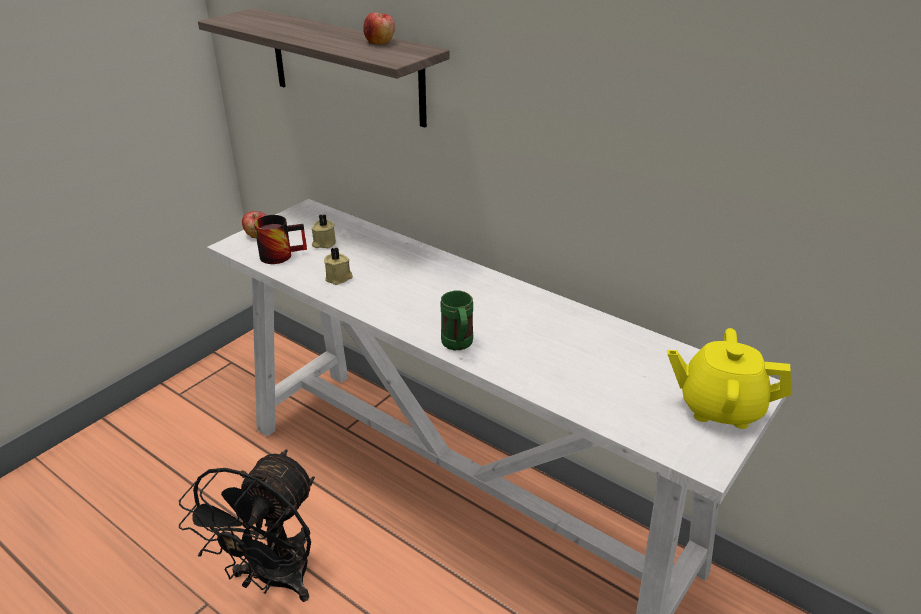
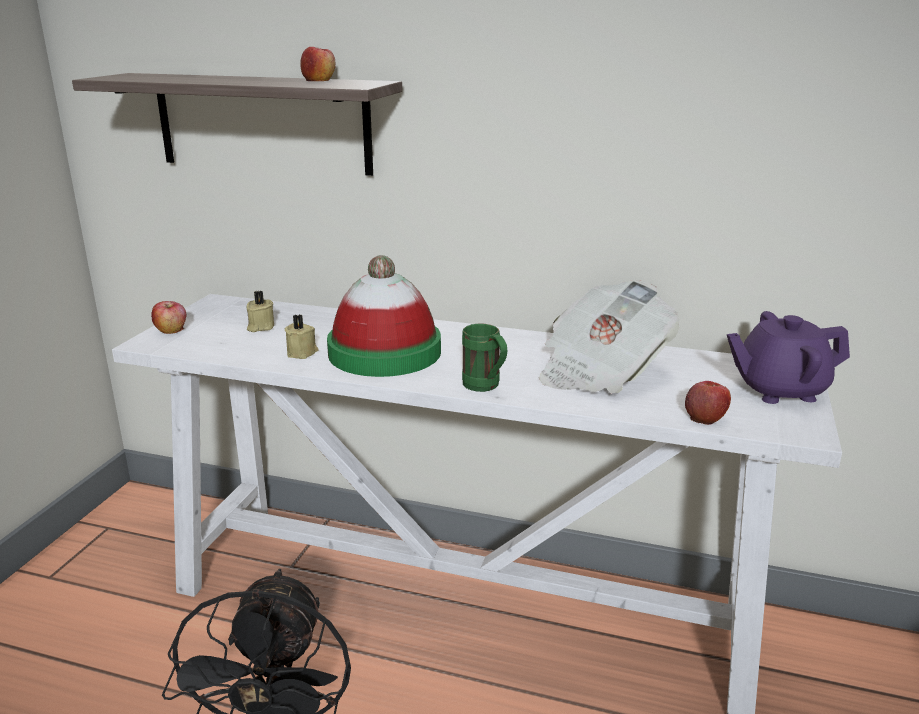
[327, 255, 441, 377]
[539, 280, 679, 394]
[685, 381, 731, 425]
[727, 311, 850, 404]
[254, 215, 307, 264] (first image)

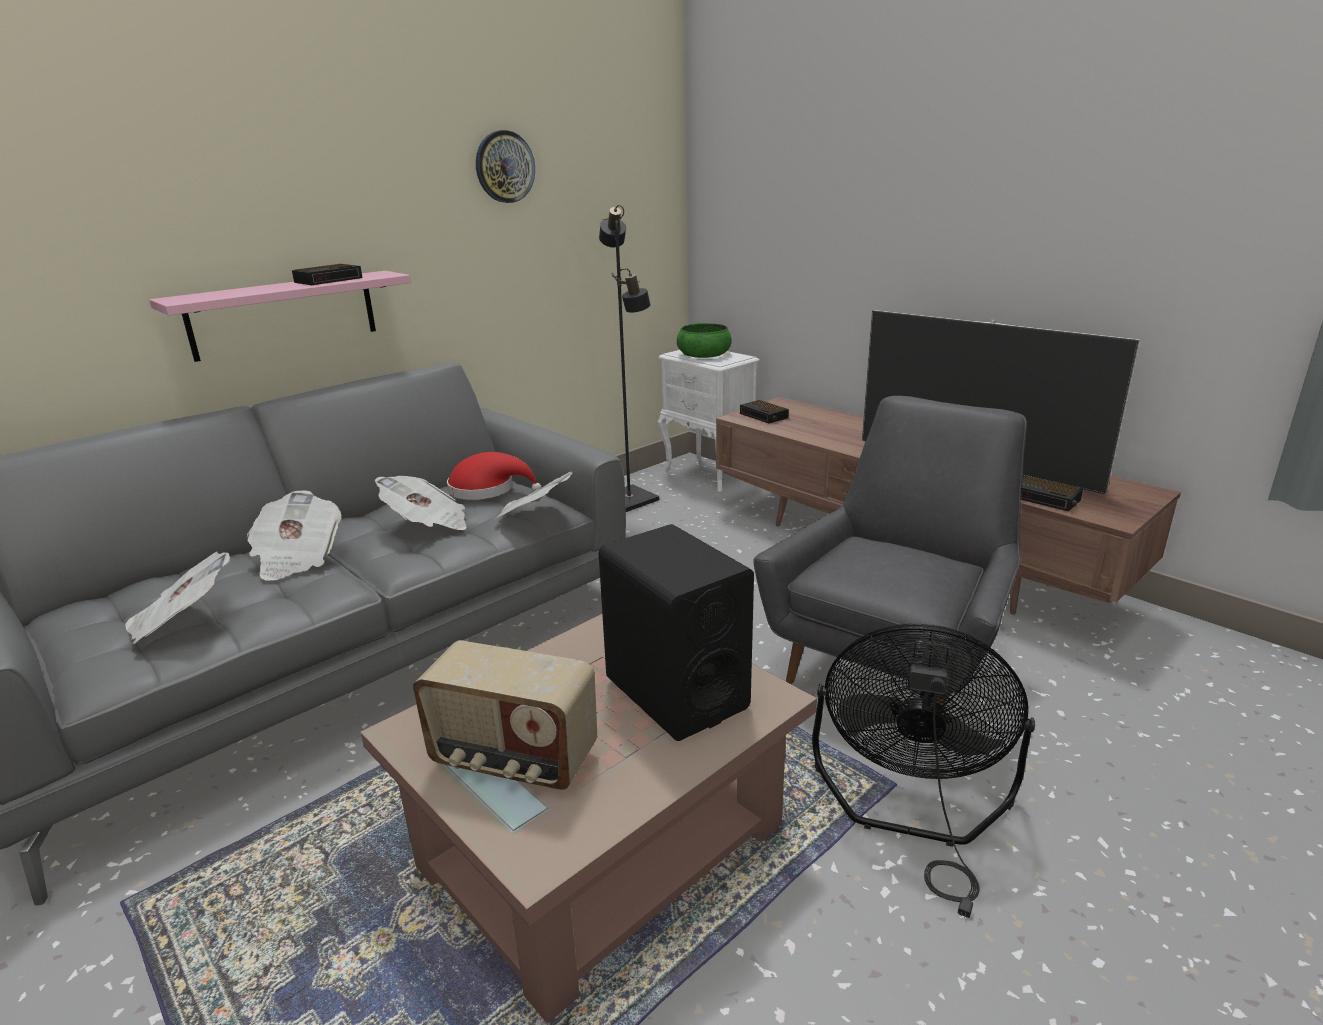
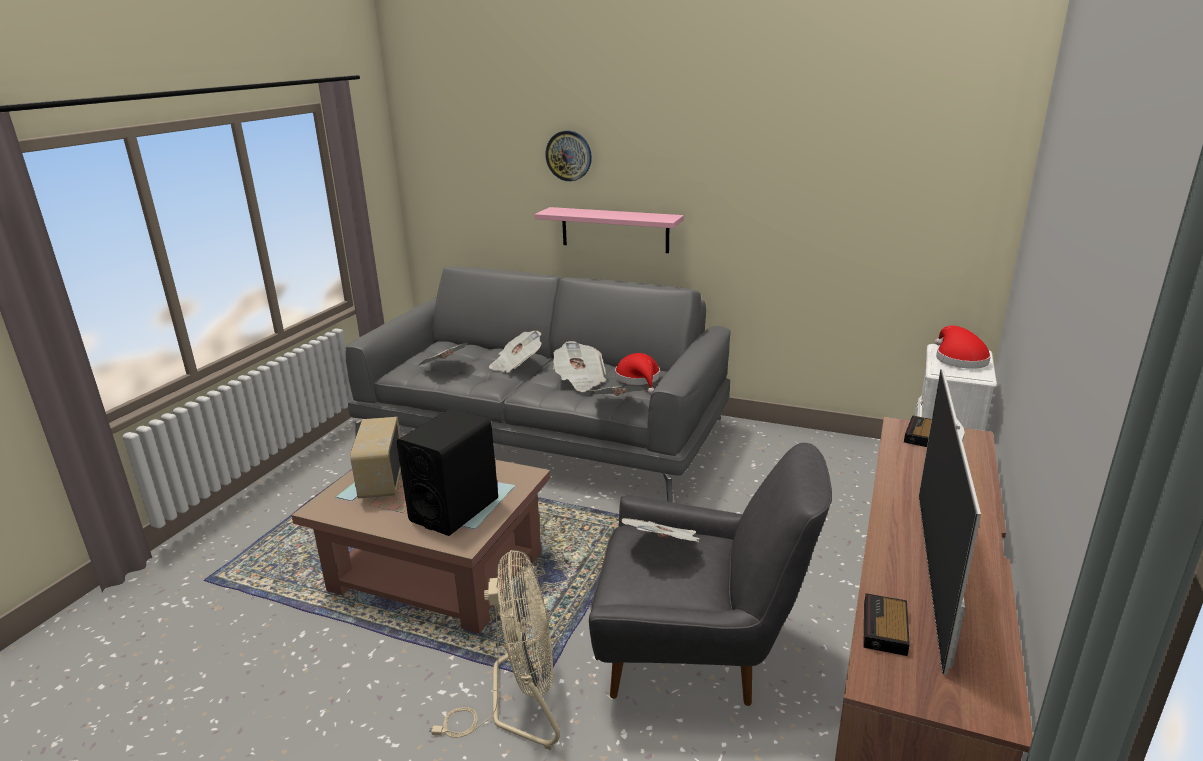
[429, 550, 560, 750]
[545, 131, 592, 181]
[622, 518, 700, 542]
[935, 326, 991, 369]
[292, 264, 362, 285] (first image)
[599, 205, 659, 512] (first image)

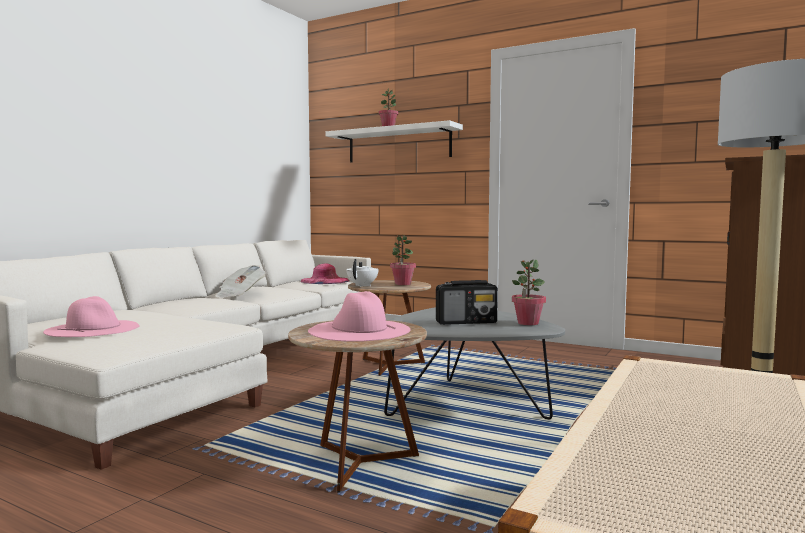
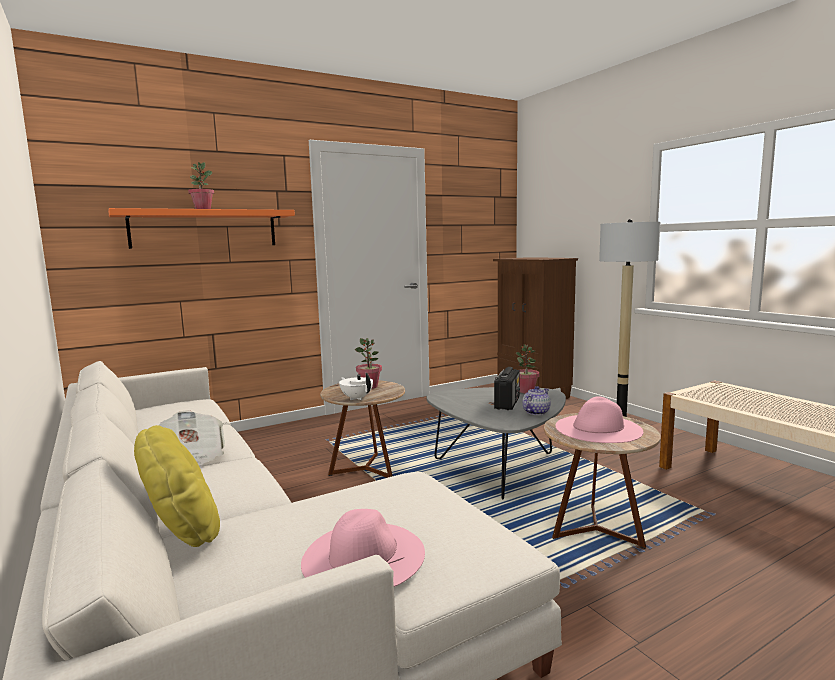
[108, 208, 295, 249]
[134, 425, 220, 547]
[522, 386, 551, 415]
[300, 264, 350, 284] (first image)

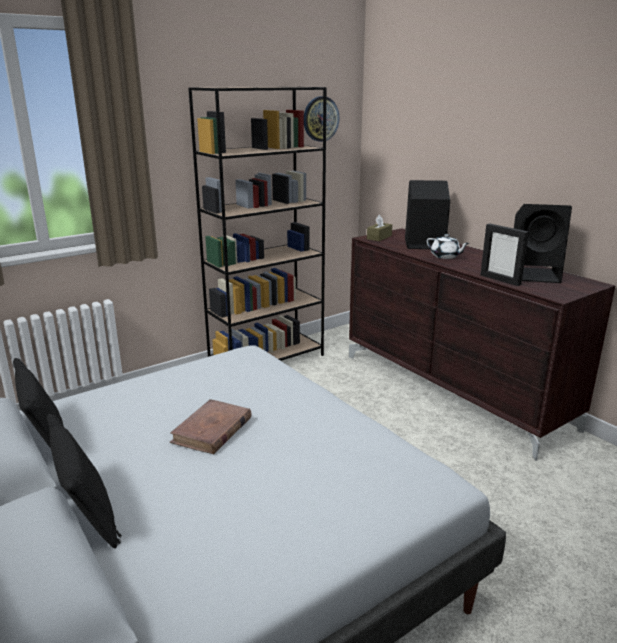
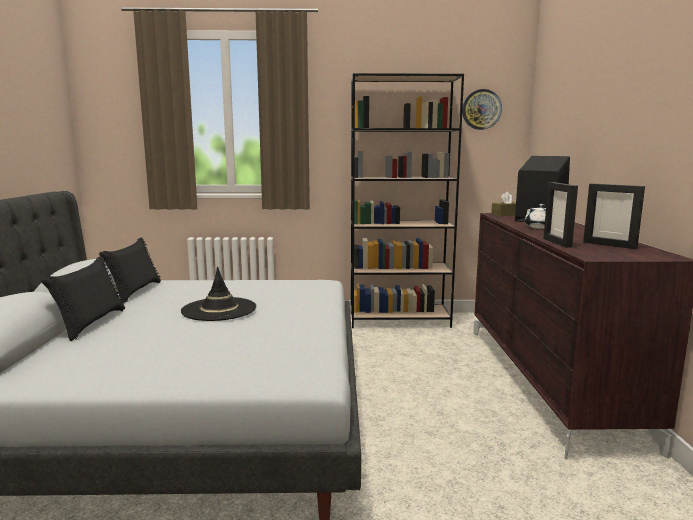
[181, 267, 256, 321]
[583, 183, 645, 249]

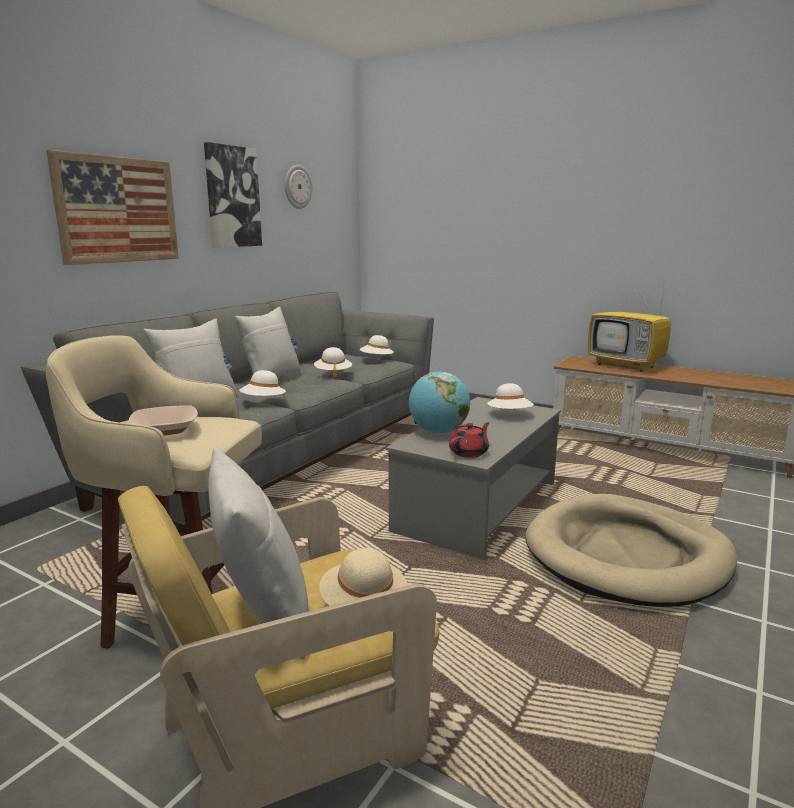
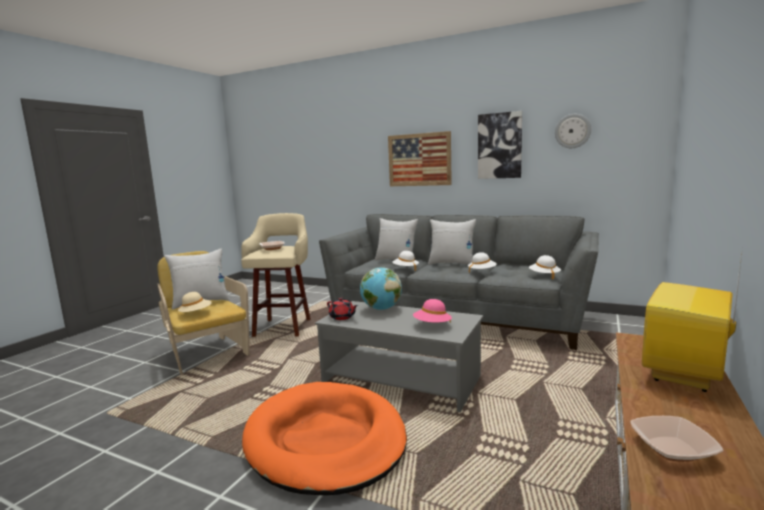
[242, 382, 407, 496]
[413, 299, 452, 323]
[630, 416, 724, 462]

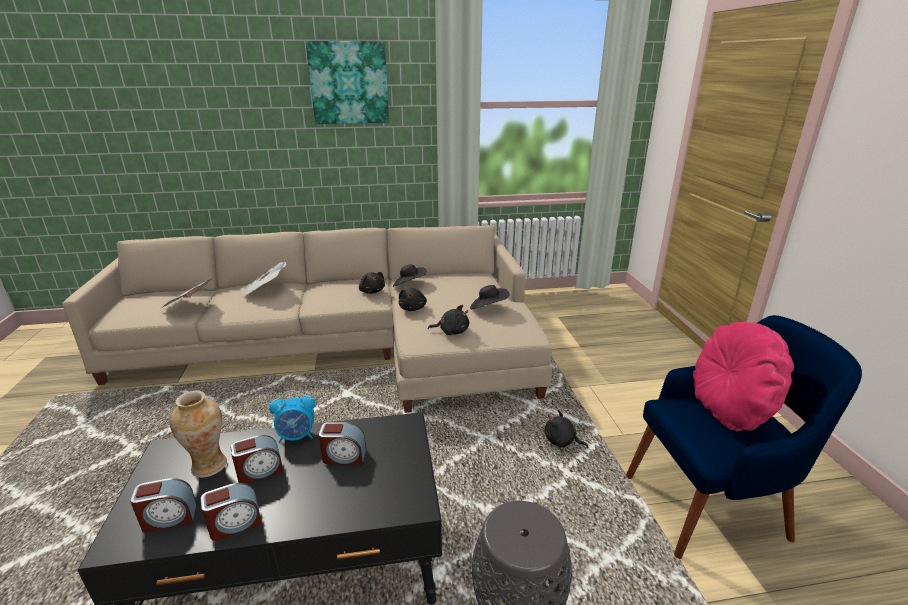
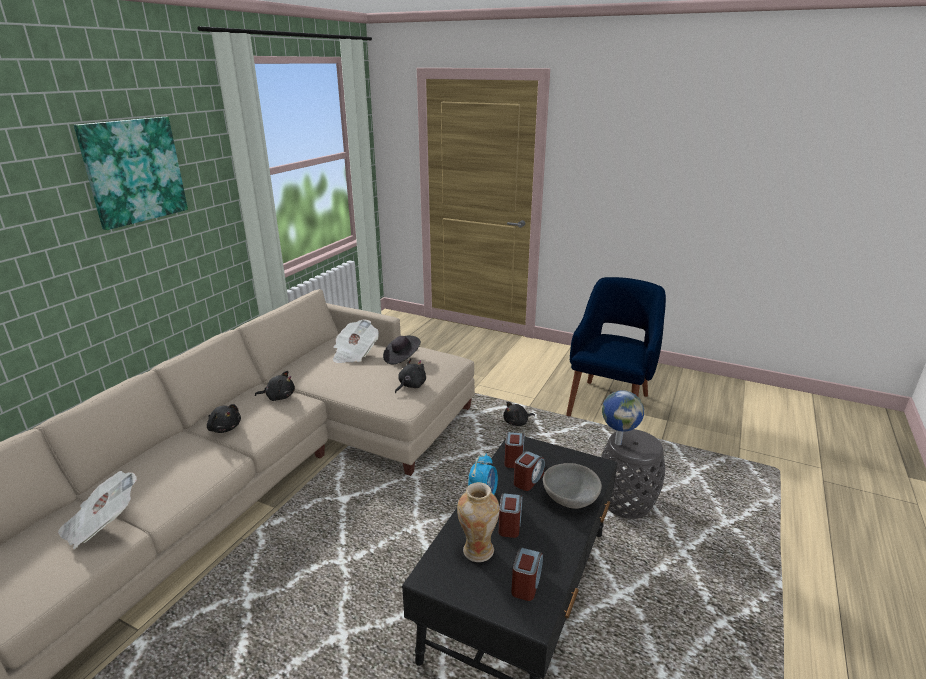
[207, 404, 241, 433]
[333, 319, 379, 363]
[505, 432, 524, 468]
[543, 463, 602, 509]
[602, 390, 644, 445]
[393, 264, 427, 287] (first image)
[693, 322, 794, 431] (first image)

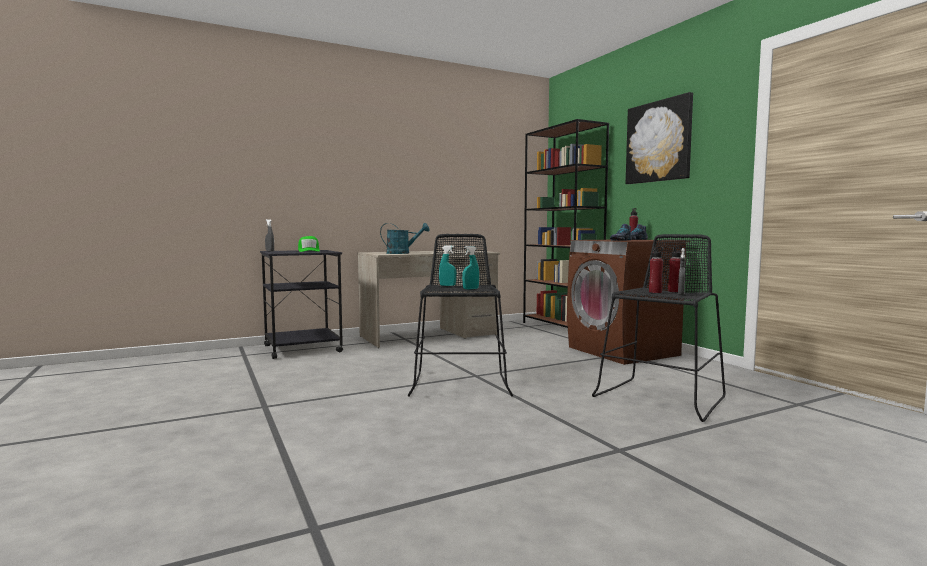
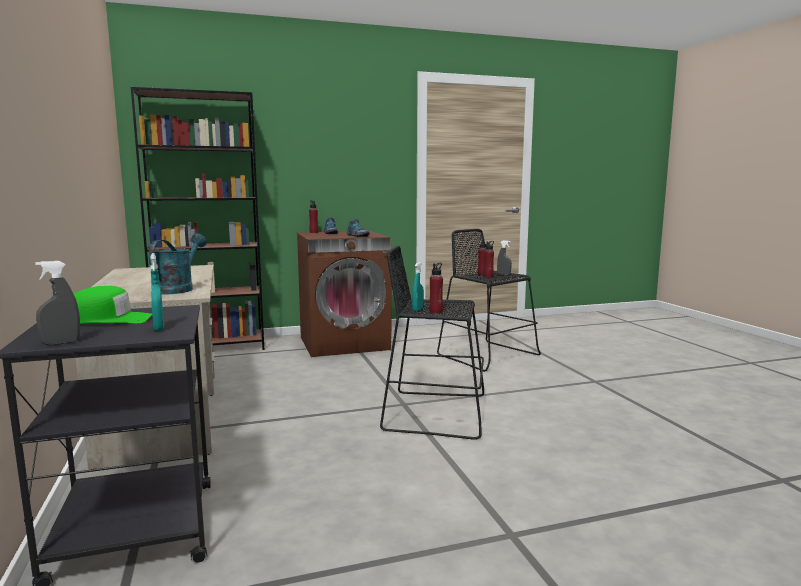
[150, 253, 164, 331]
[429, 263, 443, 314]
[626, 92, 693, 184] (first image)

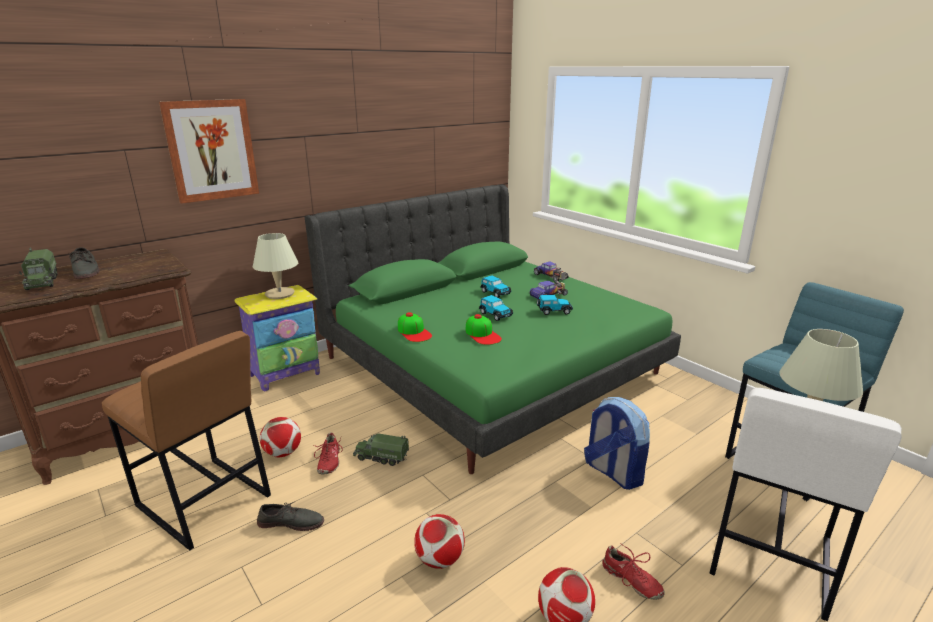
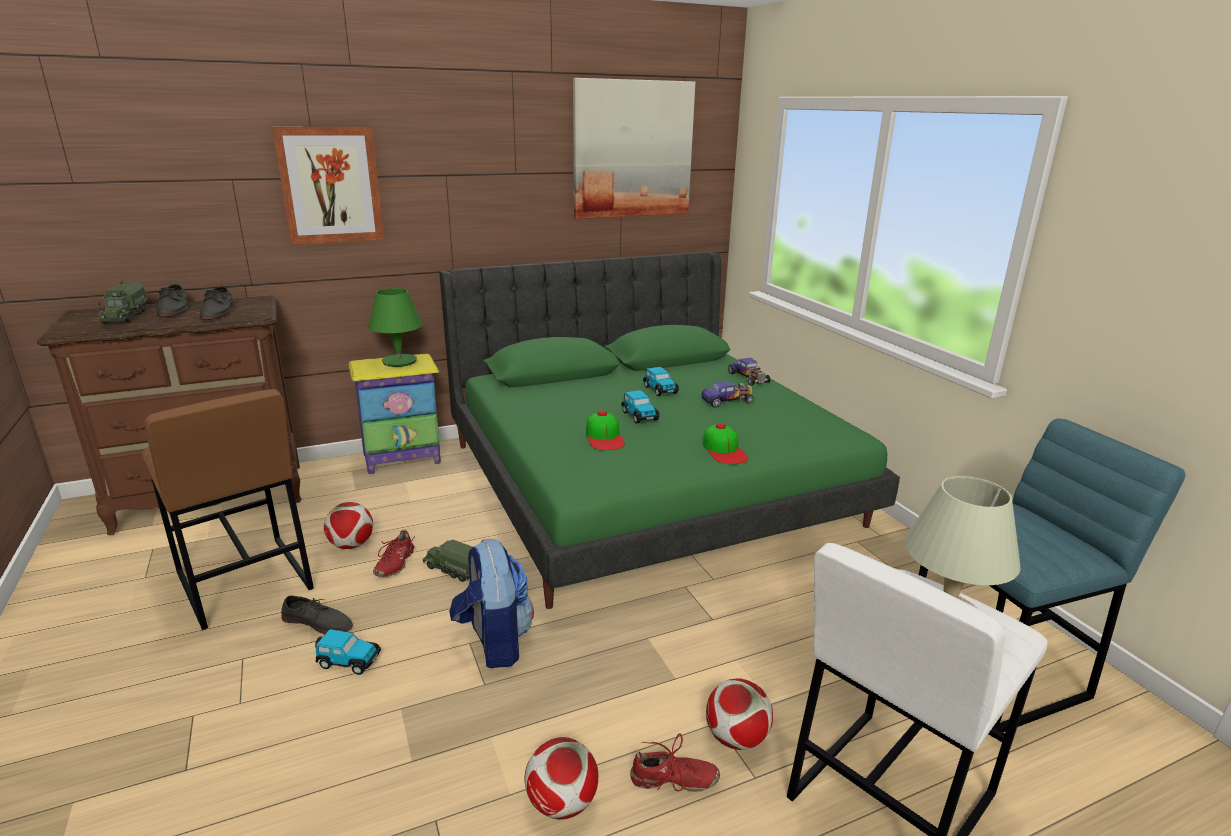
[200, 286, 234, 320]
[315, 629, 381, 675]
[368, 288, 423, 367]
[449, 539, 534, 668]
[573, 78, 696, 219]
[630, 733, 720, 792]
[703, 423, 748, 464]
[706, 678, 773, 750]

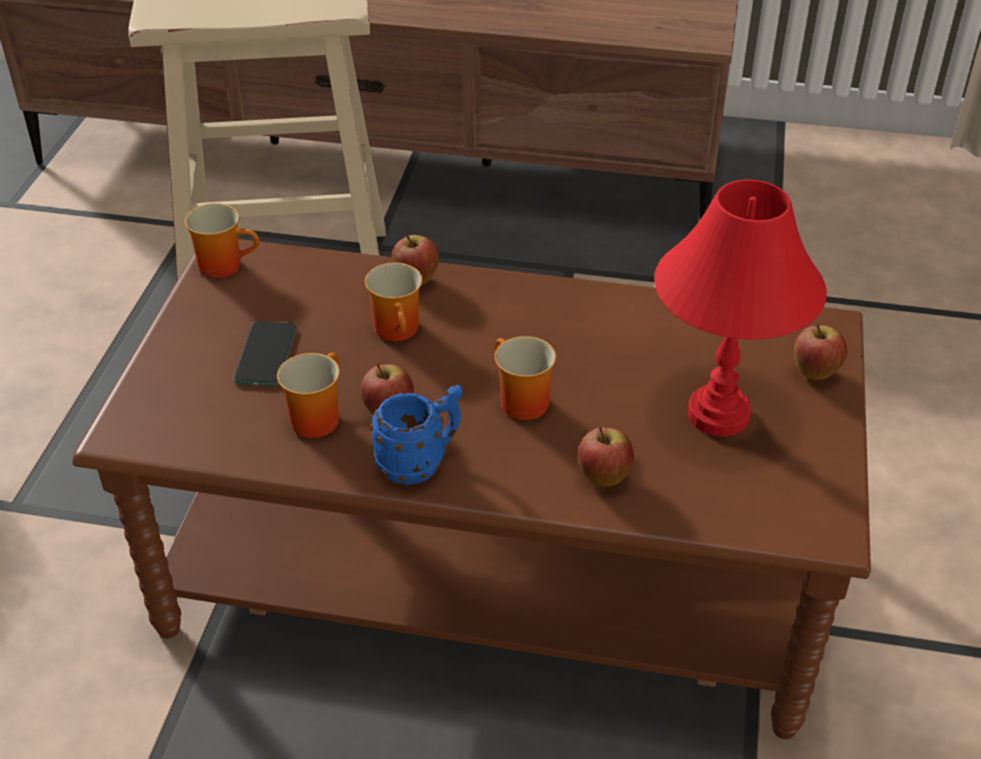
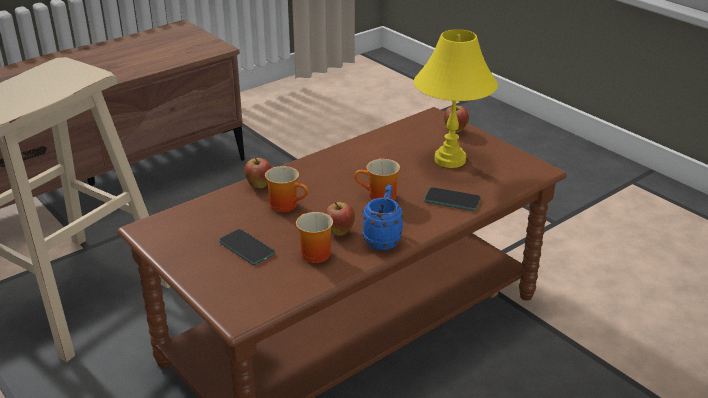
[414, 29, 498, 168]
[424, 187, 481, 211]
[184, 203, 259, 278] (first image)

